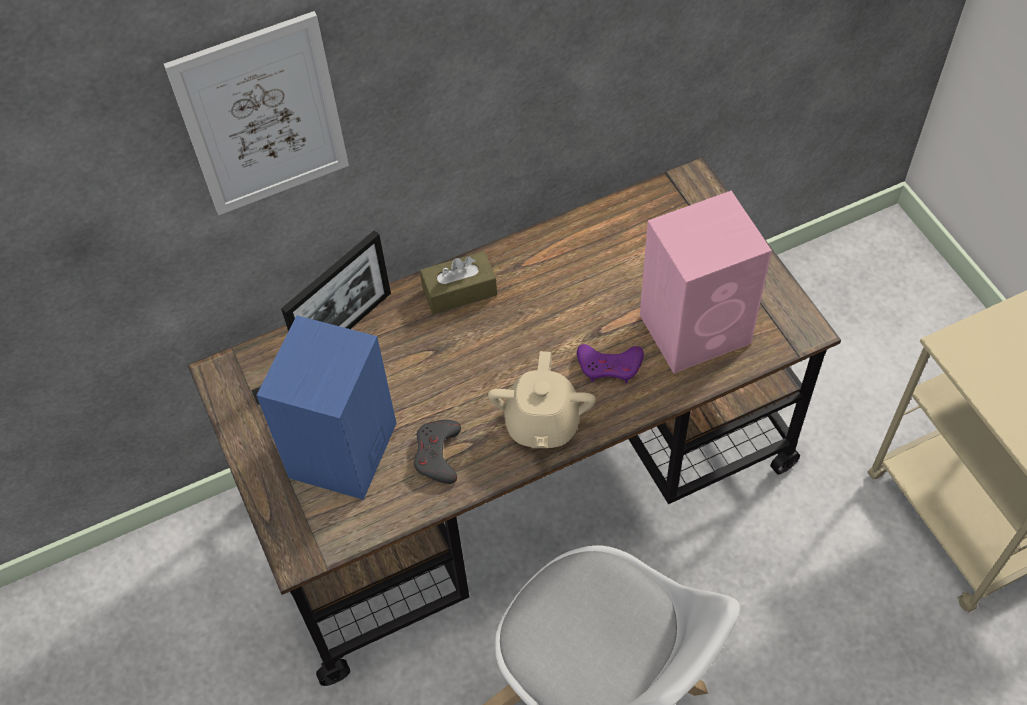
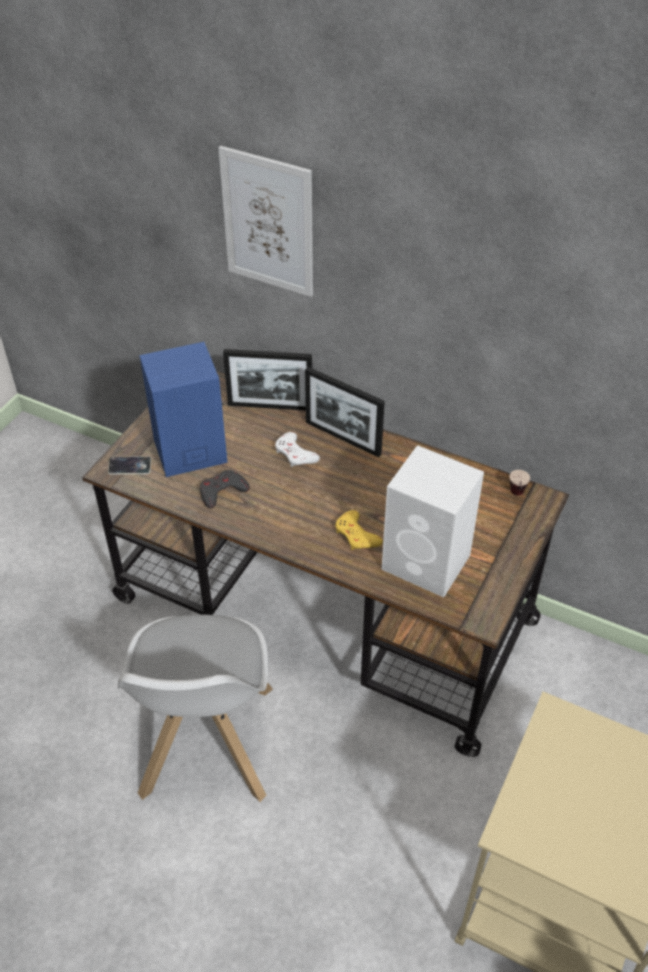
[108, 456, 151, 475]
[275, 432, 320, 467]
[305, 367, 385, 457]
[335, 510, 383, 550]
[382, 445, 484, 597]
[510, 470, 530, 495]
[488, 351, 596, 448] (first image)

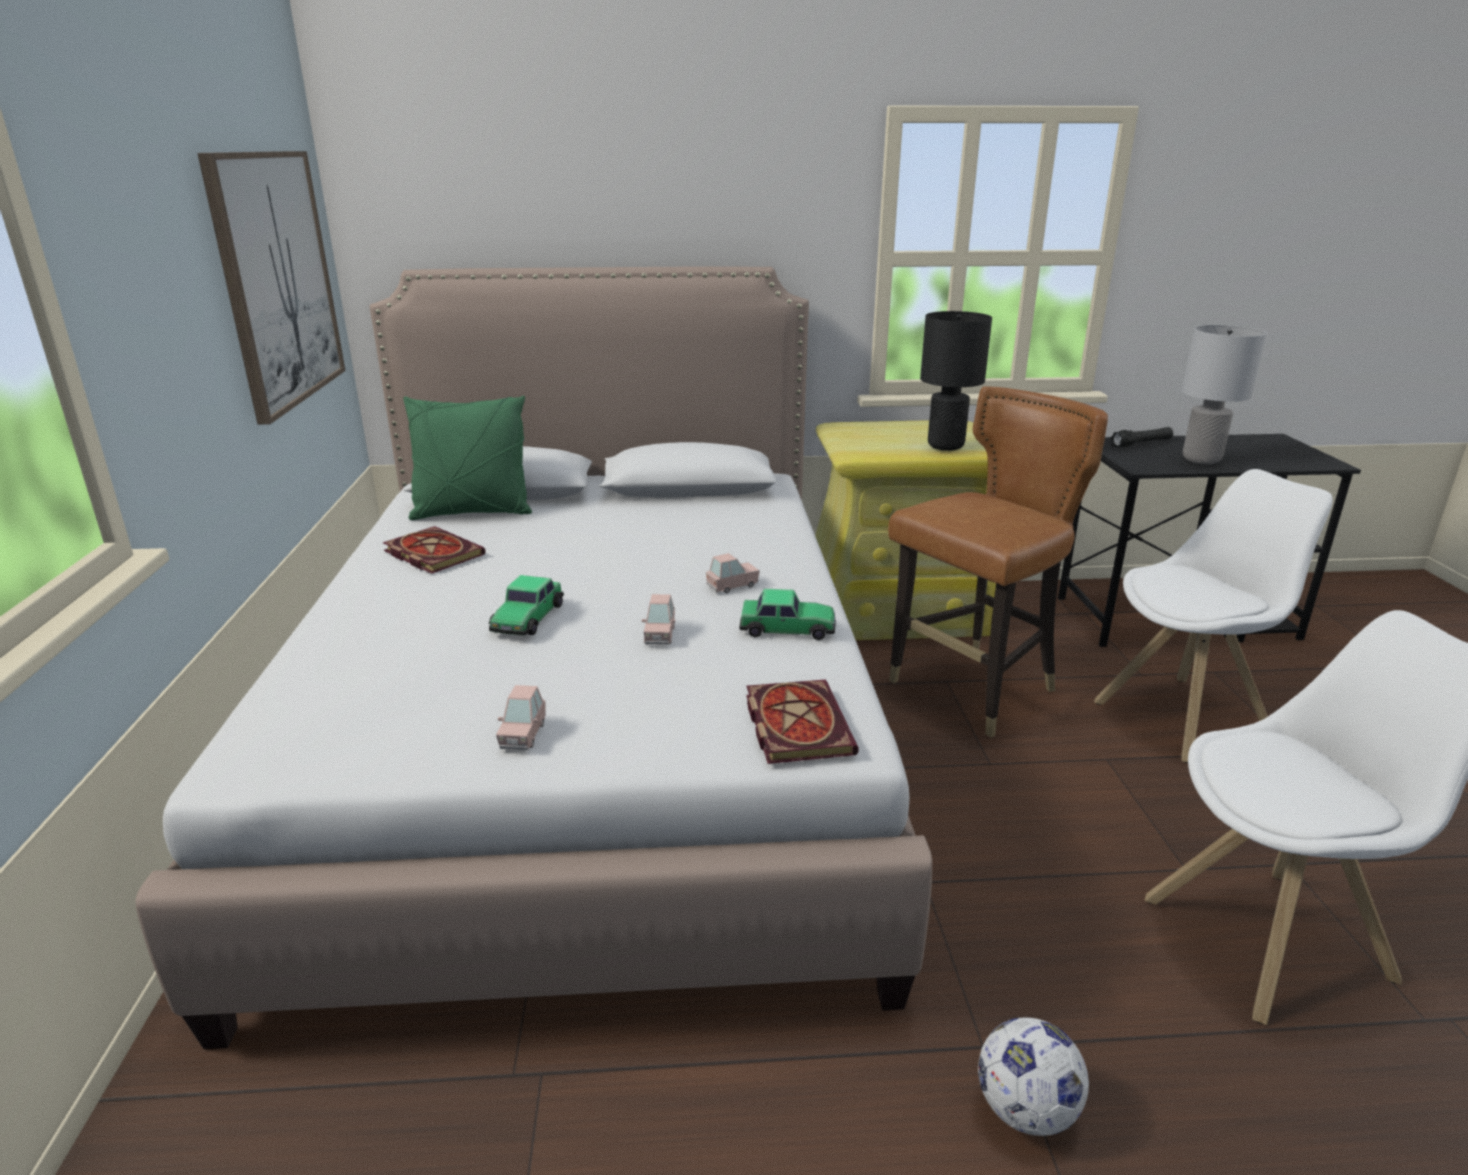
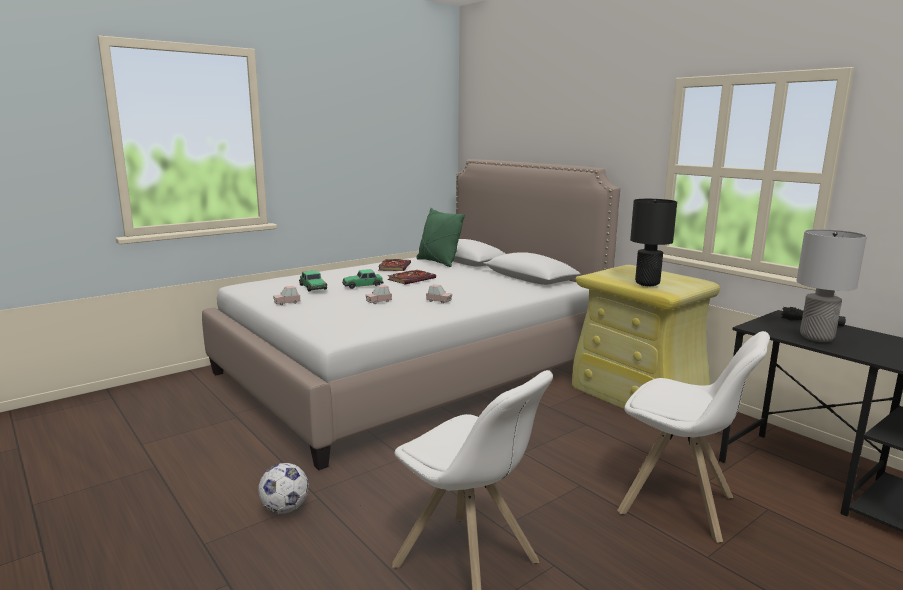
[299, 270, 327, 292]
[387, 270, 436, 284]
[197, 151, 345, 425] (first image)
[888, 386, 1108, 738] (first image)

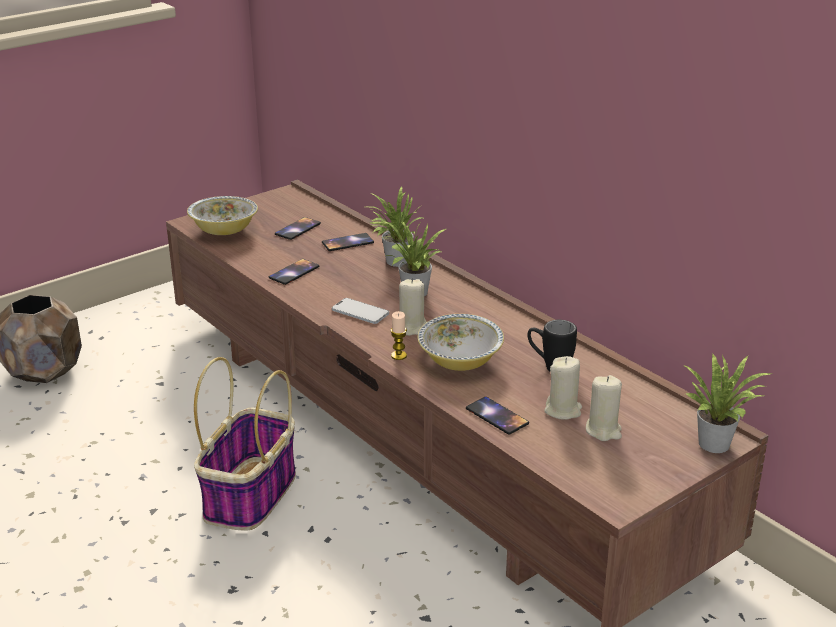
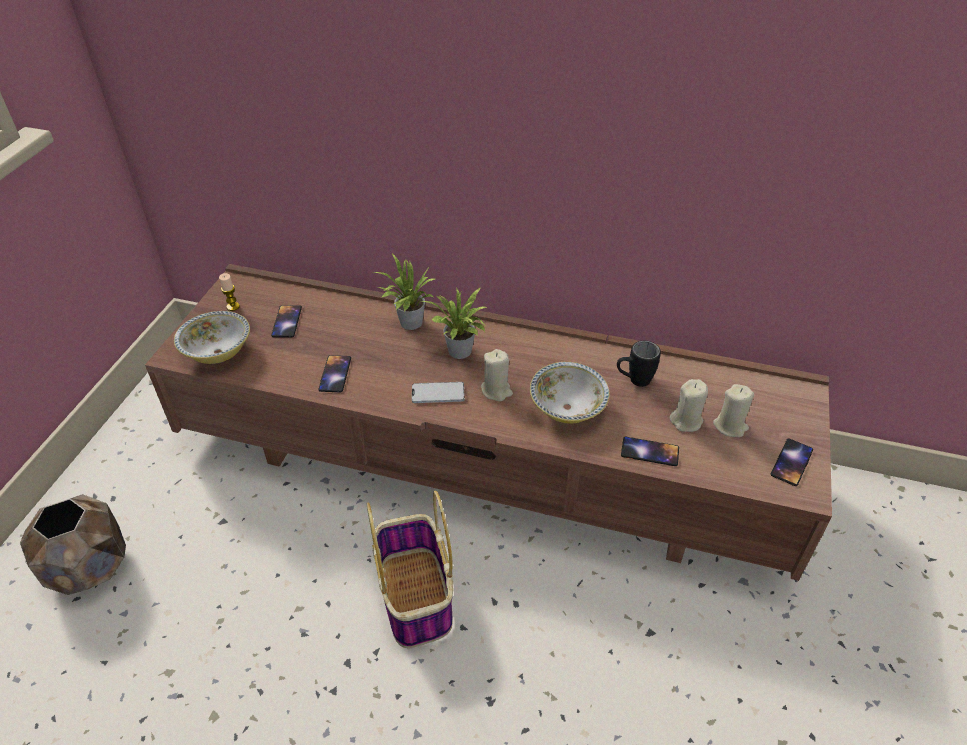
[219, 273, 240, 311]
[771, 438, 813, 486]
[683, 354, 772, 453] (first image)

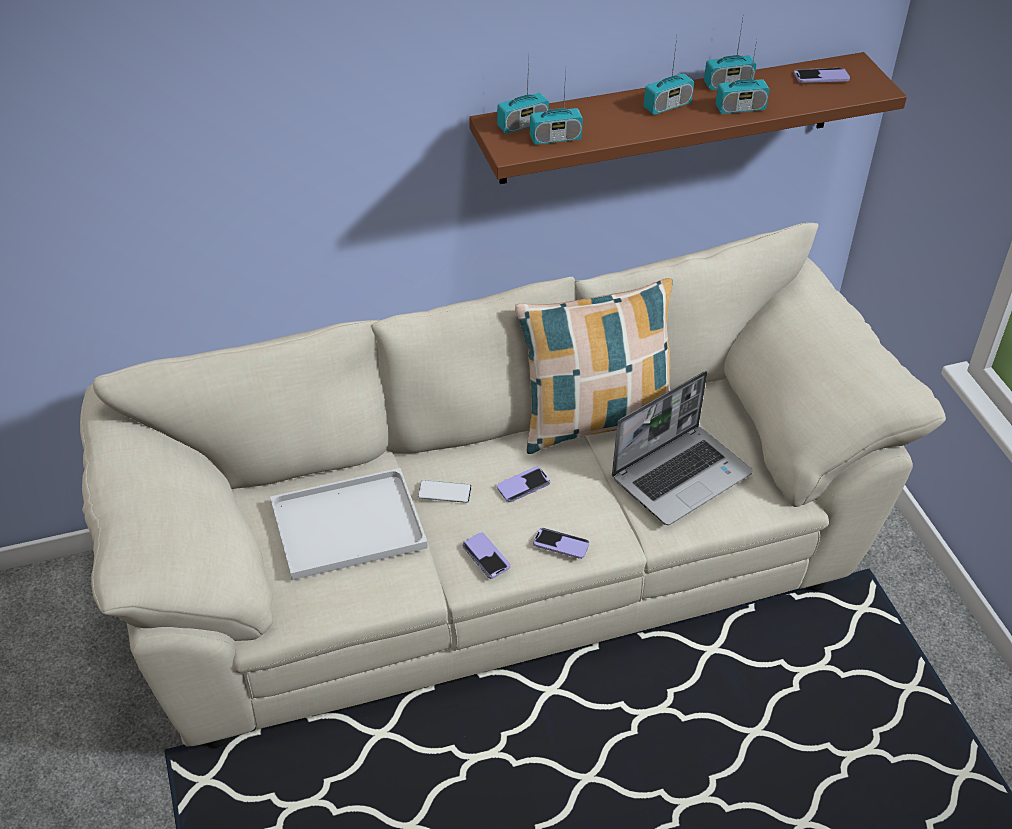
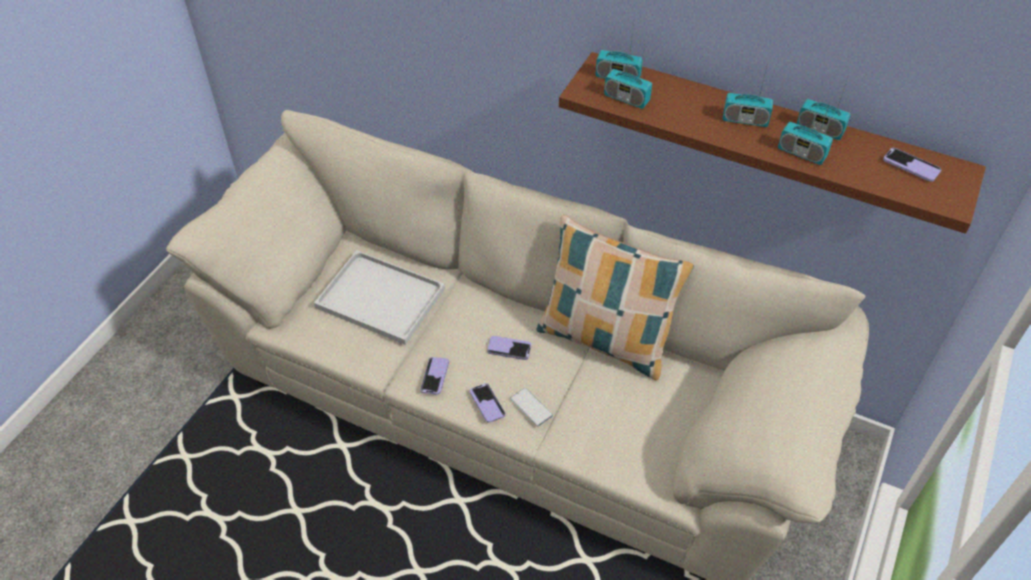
[510, 388, 553, 426]
[612, 371, 753, 525] (first image)

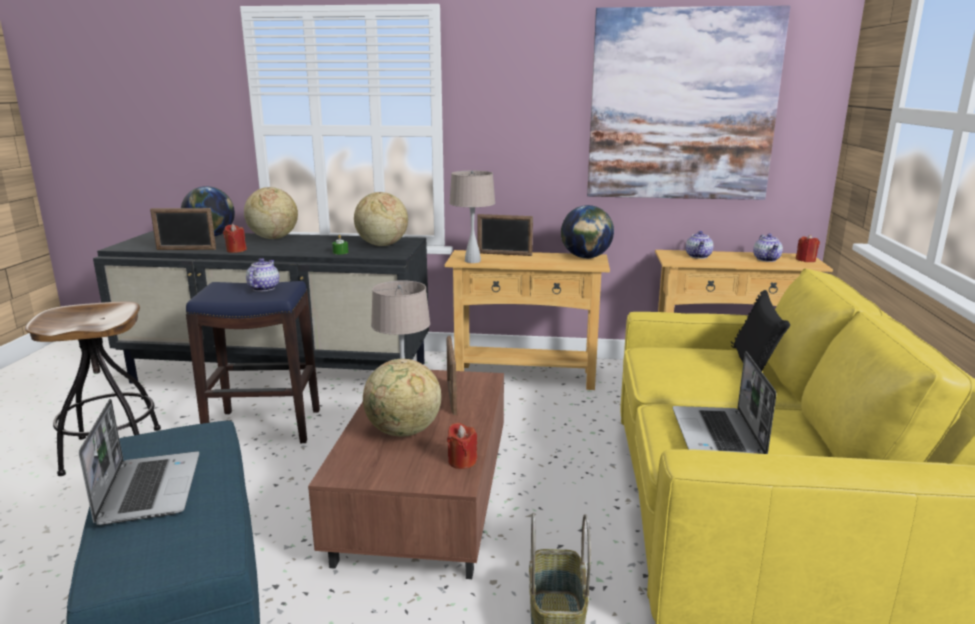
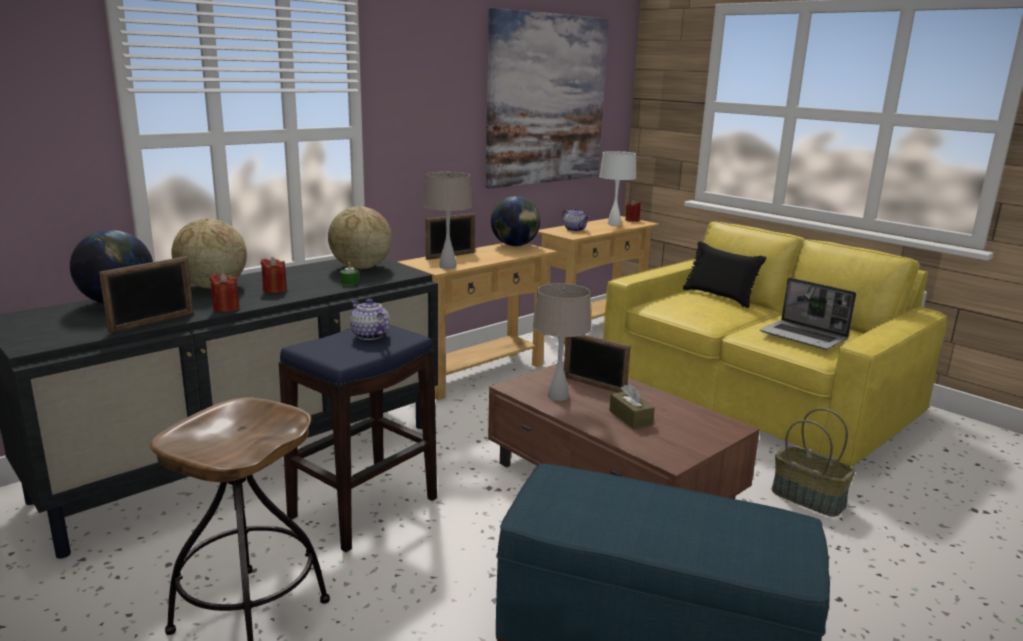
[261, 257, 287, 293]
[599, 151, 636, 226]
[609, 383, 655, 429]
[79, 399, 199, 525] (first image)

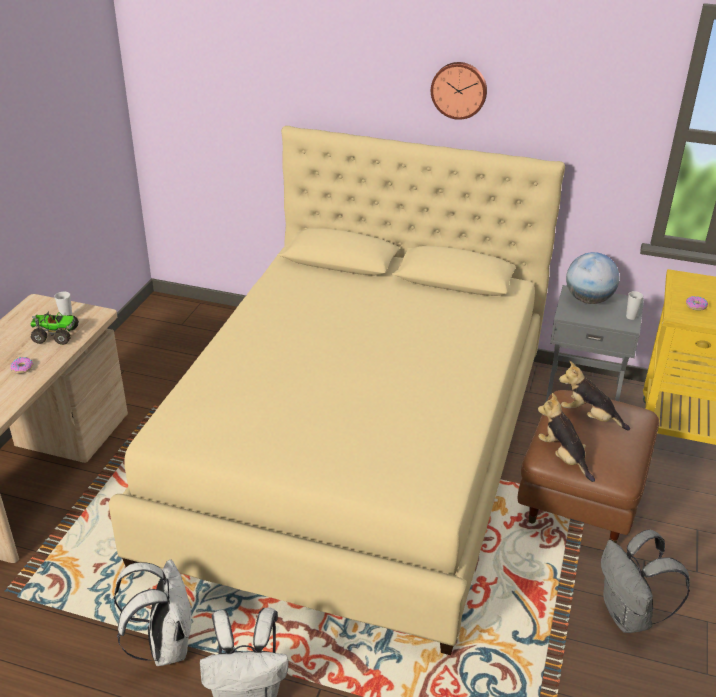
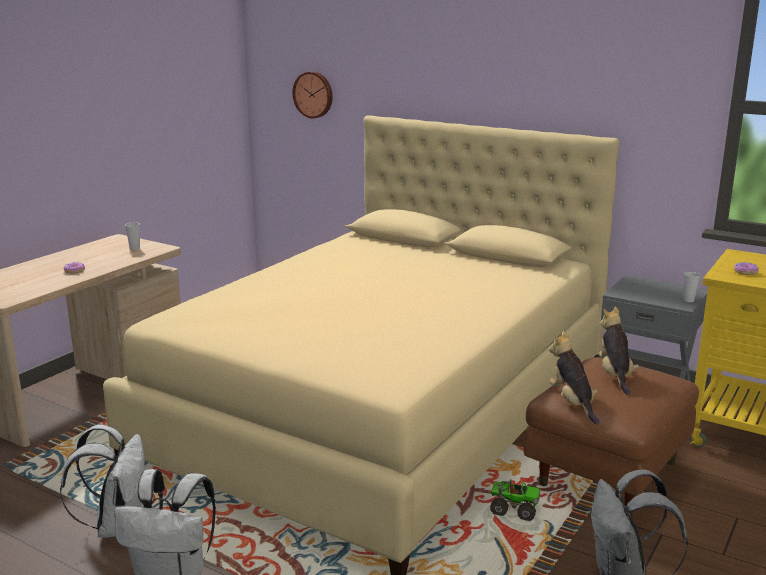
[293, 71, 333, 118]
[490, 480, 540, 521]
[599, 306, 639, 395]
[566, 252, 619, 304] (first image)

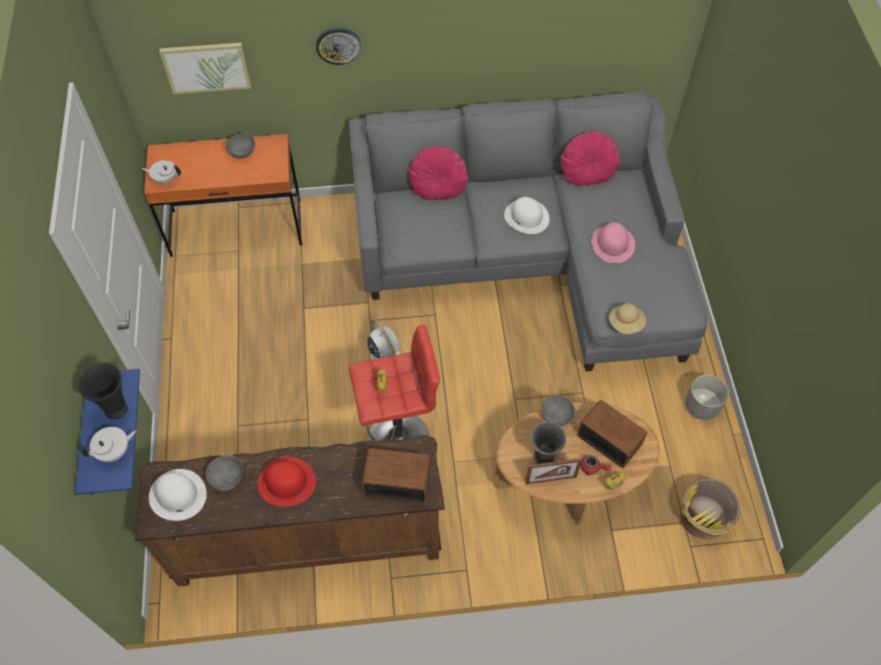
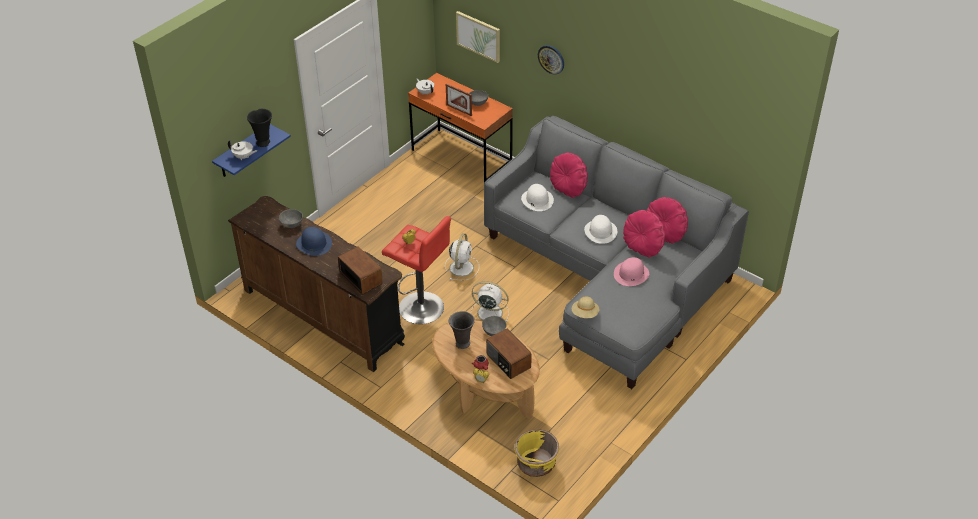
[296, 227, 332, 256]
[446, 84, 472, 116]
[471, 281, 509, 322]
[486, 328, 532, 379]
[521, 184, 554, 211]
[623, 210, 665, 258]
[685, 375, 729, 420] (first image)

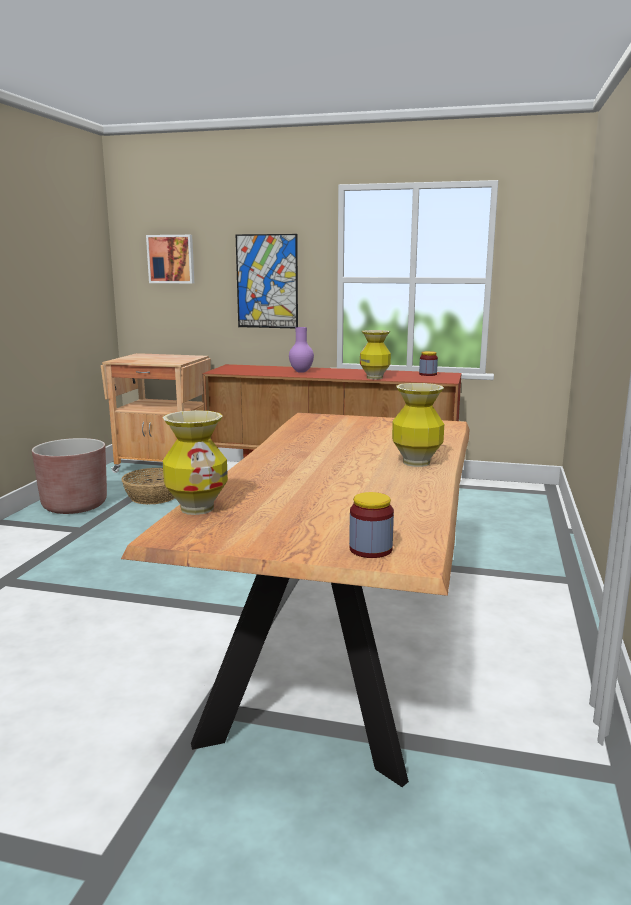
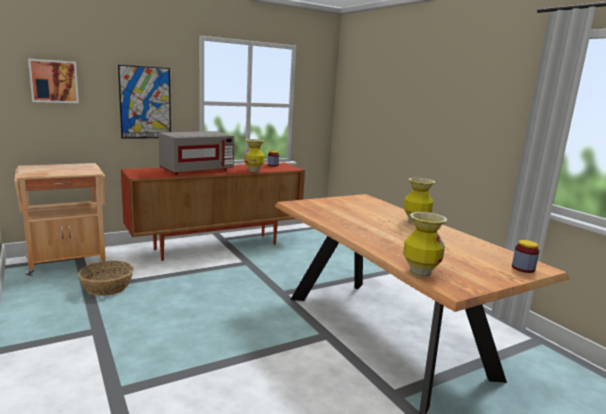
[158, 131, 234, 174]
[32, 438, 107, 514] (first image)

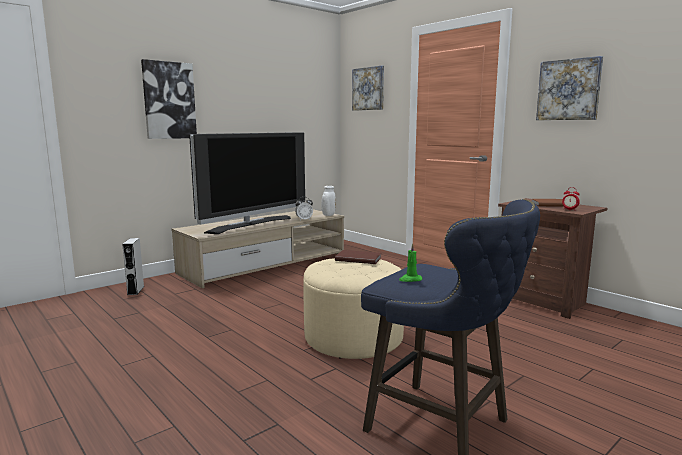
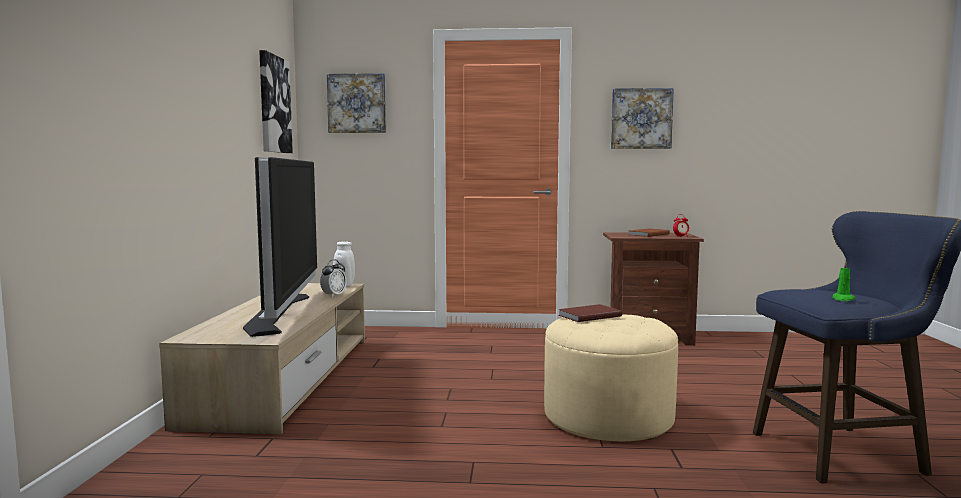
[259, 50, 293, 153]
[122, 238, 144, 295] (first image)

